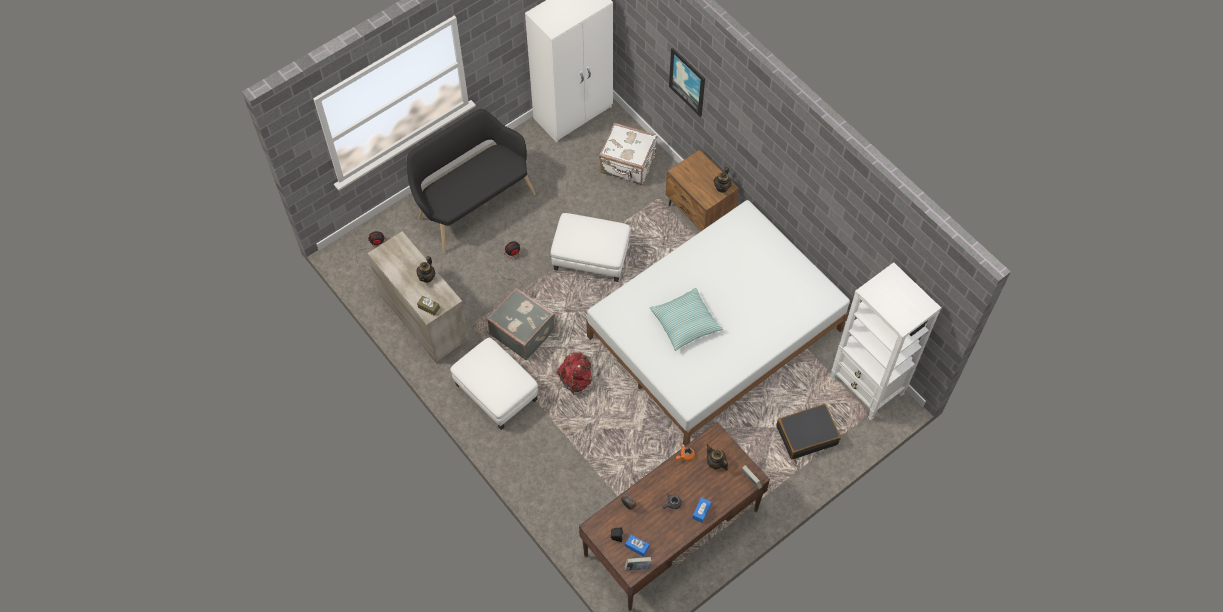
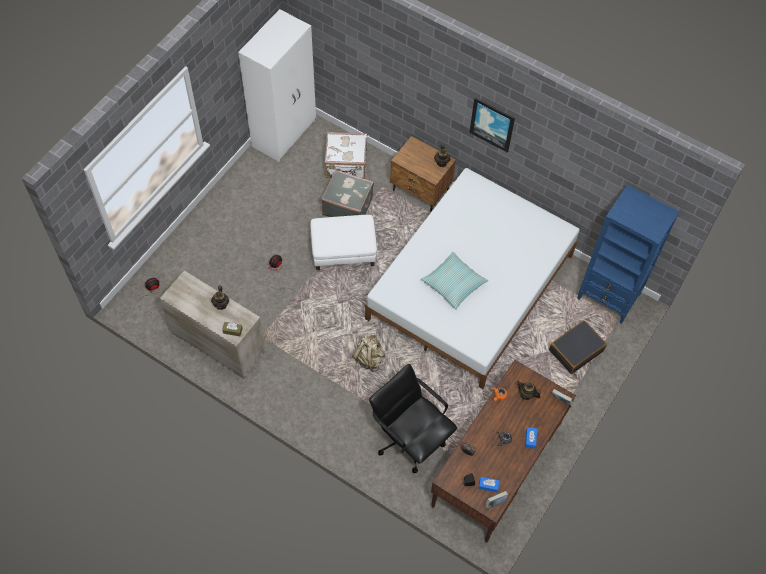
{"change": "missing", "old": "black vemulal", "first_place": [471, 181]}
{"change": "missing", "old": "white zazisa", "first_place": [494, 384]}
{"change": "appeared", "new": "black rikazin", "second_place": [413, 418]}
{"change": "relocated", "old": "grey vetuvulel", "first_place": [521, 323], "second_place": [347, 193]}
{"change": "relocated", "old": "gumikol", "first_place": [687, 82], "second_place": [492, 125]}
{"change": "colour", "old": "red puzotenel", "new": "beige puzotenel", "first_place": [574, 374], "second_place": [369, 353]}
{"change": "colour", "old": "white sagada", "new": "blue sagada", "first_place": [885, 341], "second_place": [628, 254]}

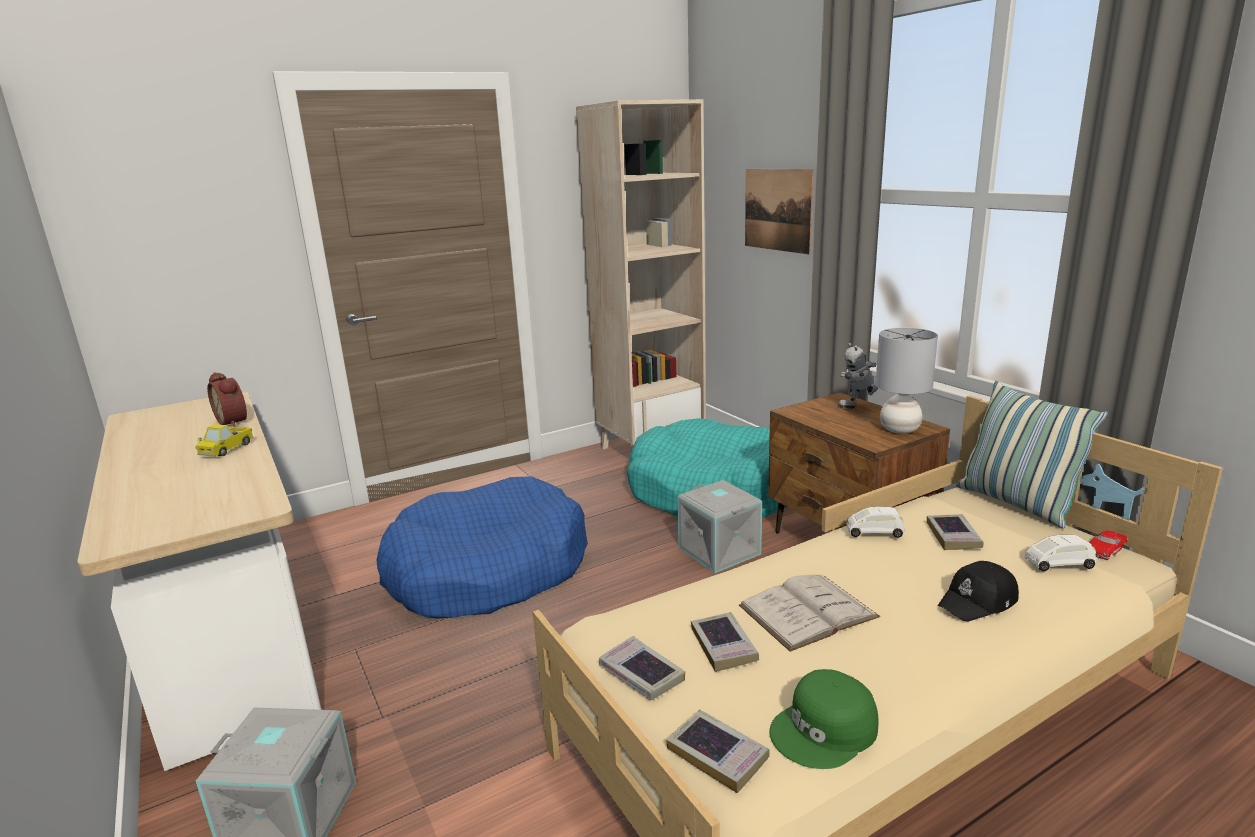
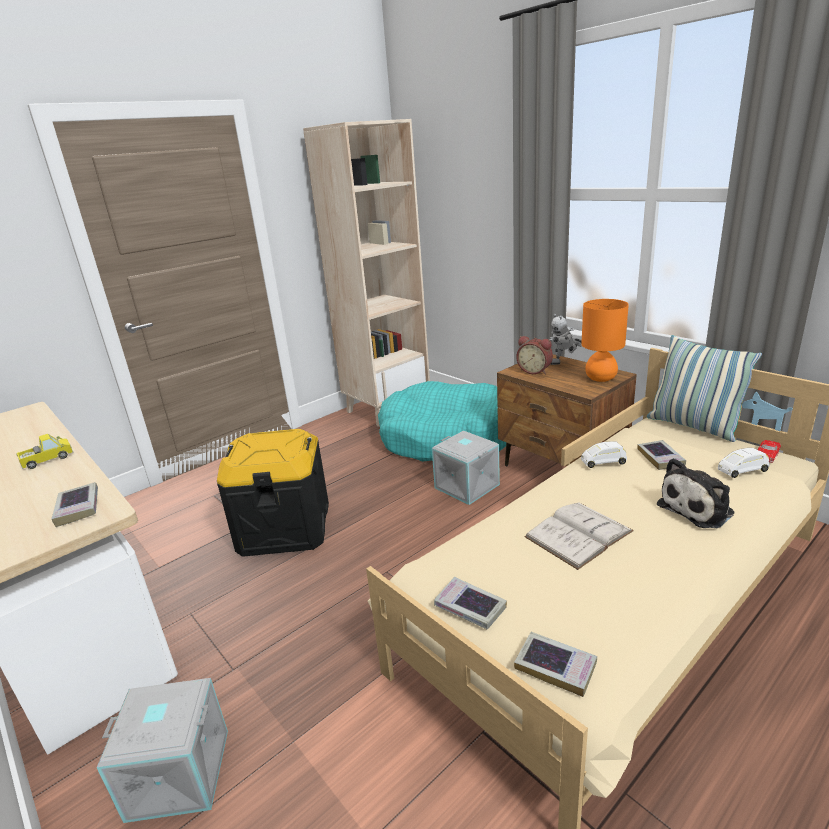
{"change": "missing", "old": "gumikol", "first_place": [779, 212]}
{"change": "missing", "old": "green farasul", "first_place": [824, 719]}
{"change": "relocated", "old": "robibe", "first_place": [227, 399], "second_place": [534, 355]}
{"change": "relocated", "old": "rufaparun", "first_place": [725, 642], "second_place": [74, 504]}
{"change": "exchanged", "old": "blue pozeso", "new": "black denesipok", "first_place": [482, 547], "second_place": [273, 493]}
{"change": "exchanged", "old": "black farasul", "new": "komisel", "first_place": [978, 591], "second_place": [695, 493]}
{"change": "colour", "old": "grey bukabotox", "new": "orange bukabotox", "first_place": [906, 381], "second_place": [605, 340]}
{"change": "spun", "old": "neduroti", "first_place": [224, 440], "second_place": [45, 451], "degrees": -135}

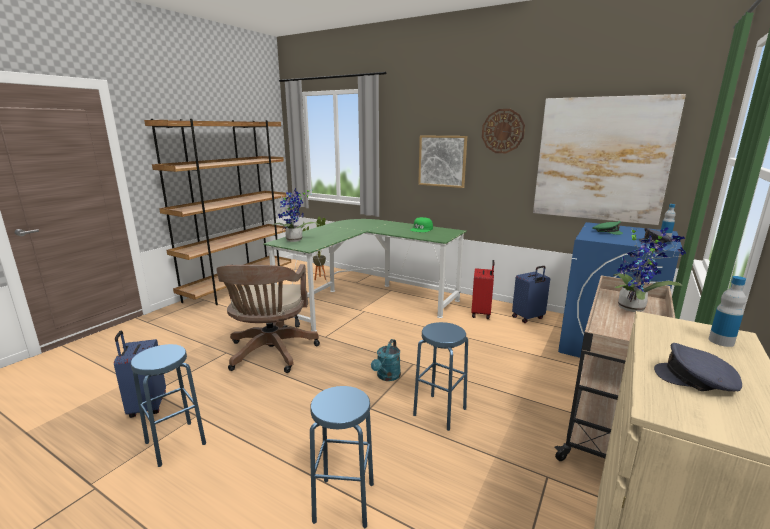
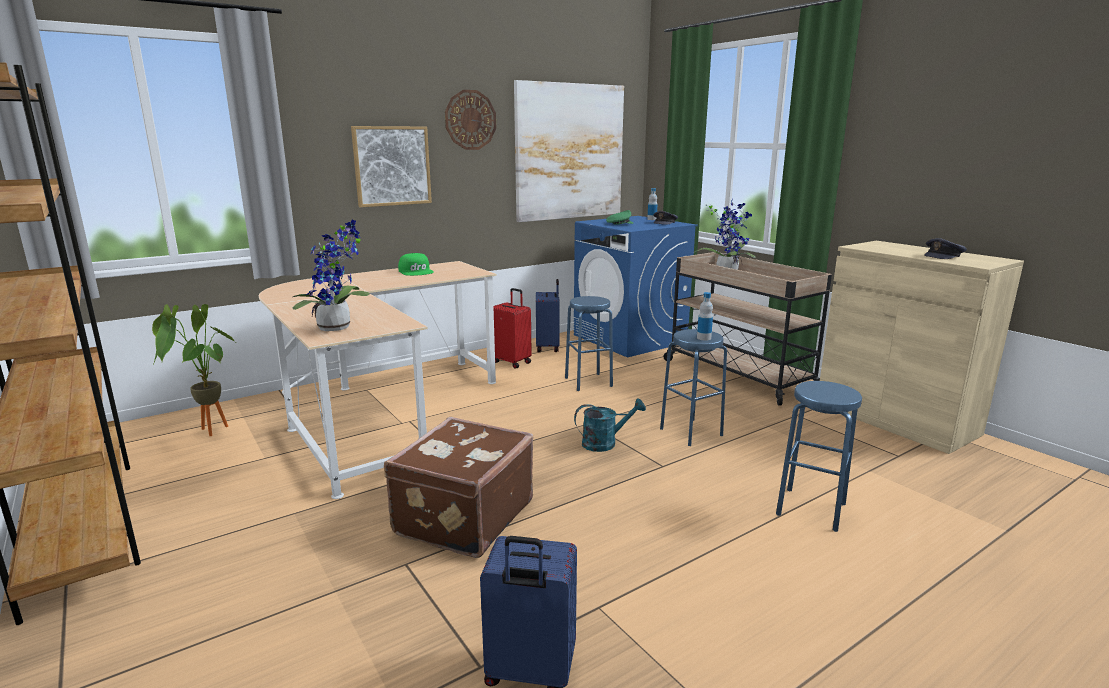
{"change": "relocated", "old": "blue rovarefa", "first_place": [168, 405], "second_place": [589, 343]}
{"change": "relocated", "old": "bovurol", "first_place": [727, 311], "second_place": [705, 316]}
{"change": "exchanged", "old": "brown rikazin", "new": "brown vetuvulel", "first_place": [268, 318], "second_place": [458, 487]}
{"change": "colour", "old": "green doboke", "new": "beige doboke", "first_place": [365, 275], "second_place": [378, 380]}
{"change": "spun", "old": "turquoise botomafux", "first_place": [386, 360], "second_place": [610, 425], "degrees": -60}

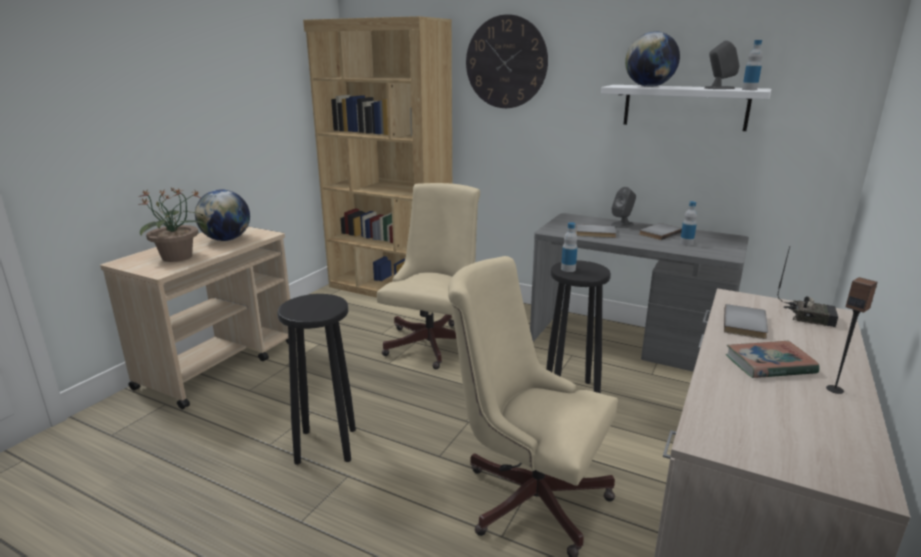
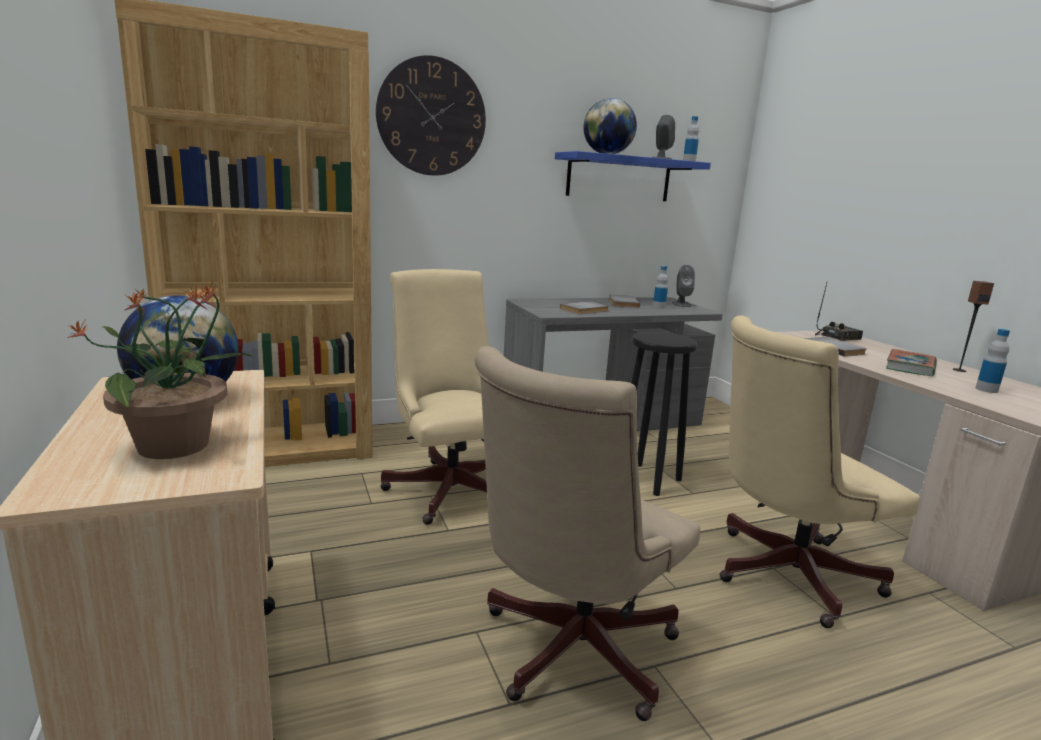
{"change": "relocated", "old": "bovurol", "first_place": [569, 247], "second_place": [993, 361]}
{"change": "relocated", "old": "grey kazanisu", "first_place": [623, 207], "second_place": [683, 286]}
{"change": "exchanged", "old": "black rovarefa", "new": "beige rikazin", "first_place": [316, 379], "second_place": [587, 533]}
{"change": "colour", "old": "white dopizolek", "new": "blue dopizolek", "first_place": [686, 108], "second_place": [633, 176]}

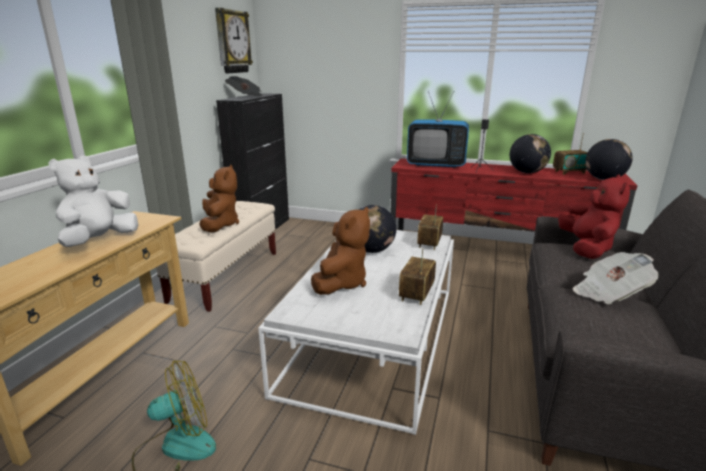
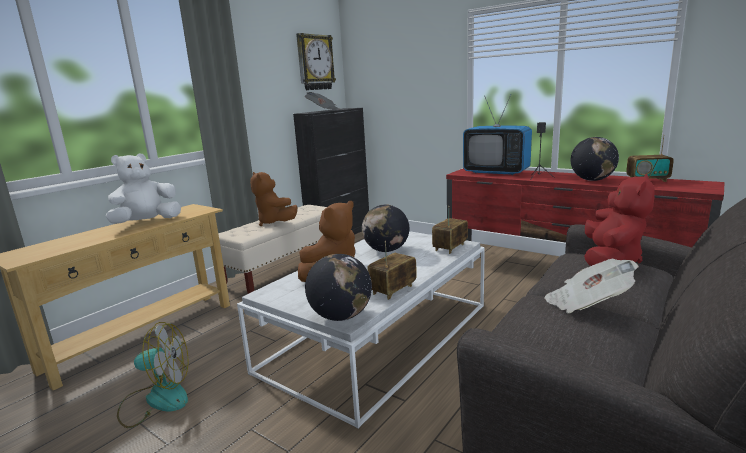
{"change": "relocated", "old": "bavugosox", "first_place": [609, 159], "second_place": [338, 287]}
{"change": "spun", "old": "brown komisel", "first_place": [219, 199], "second_place": [273, 199], "degrees": 135}

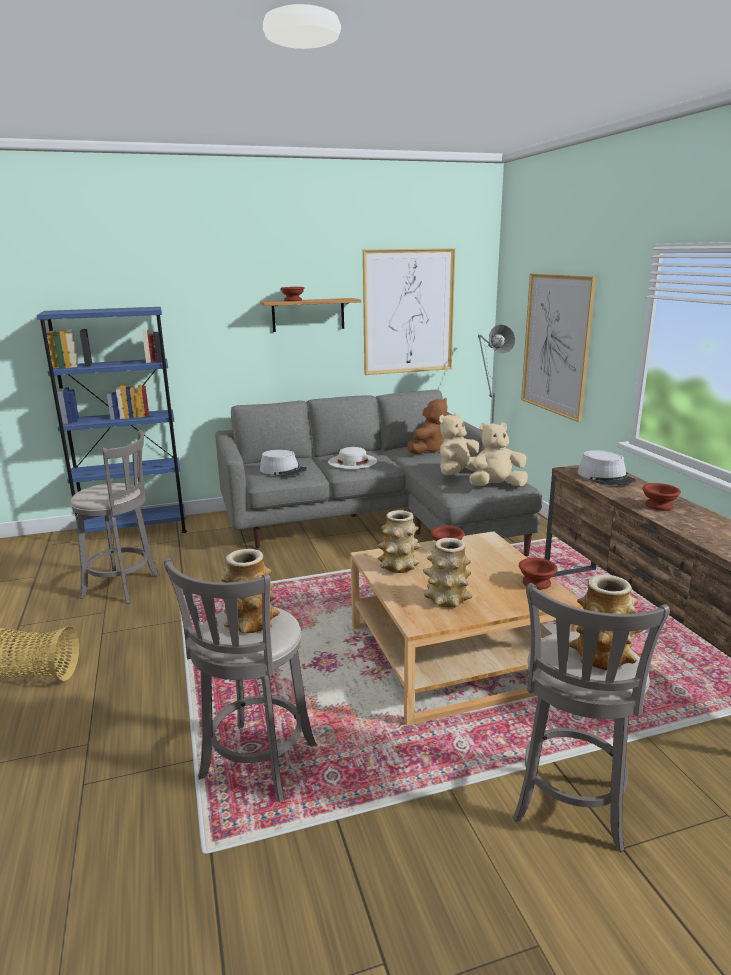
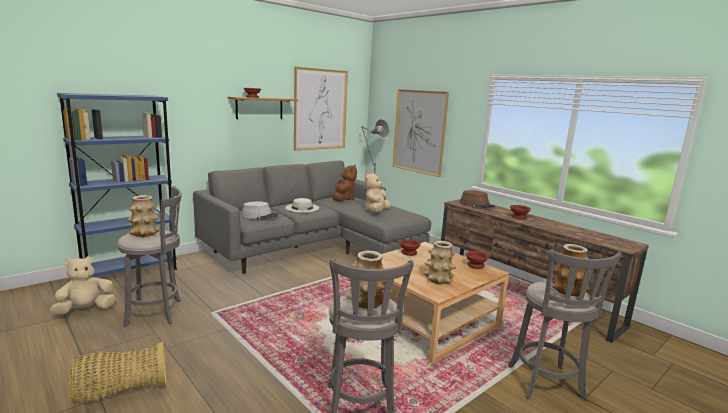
{"change": "relocated", "old": "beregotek", "first_place": [399, 541], "second_place": [143, 216]}
{"change": "relocated", "old": "beige komisel", "first_place": [498, 454], "second_place": [83, 285]}
{"change": "colour", "old": "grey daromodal", "new": "brown daromodal", "first_place": [607, 467], "second_place": [478, 199]}

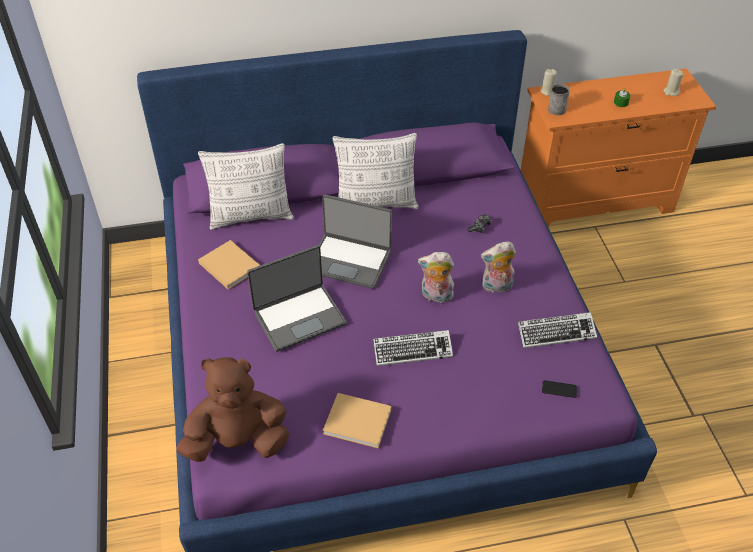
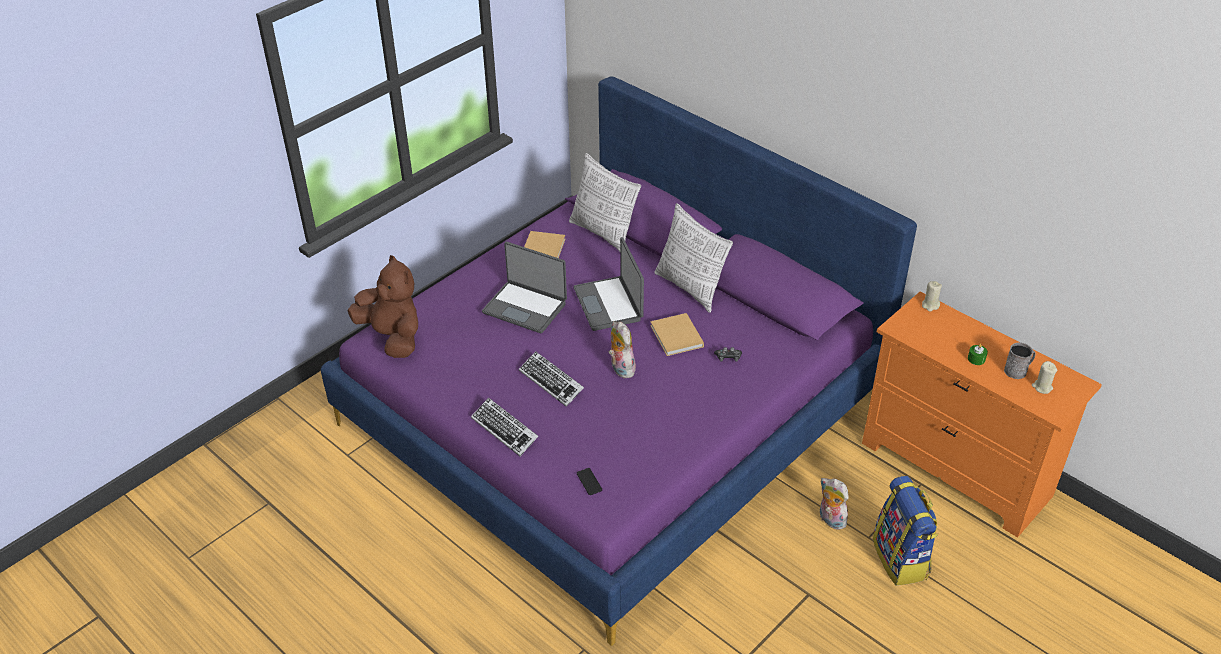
{"change": "appeared", "new": "puzotenel", "second_place": [906, 531]}
{"change": "relocated", "old": "beige rufaparun", "first_place": [357, 420], "second_place": [677, 334]}
{"change": "relocated", "old": "komisel", "first_place": [498, 266], "second_place": [835, 504]}
{"change": "relocated", "old": "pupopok", "first_place": [557, 330], "second_place": [505, 427]}
{"change": "relocated", "old": "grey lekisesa", "first_place": [559, 100], "second_place": [1020, 361]}

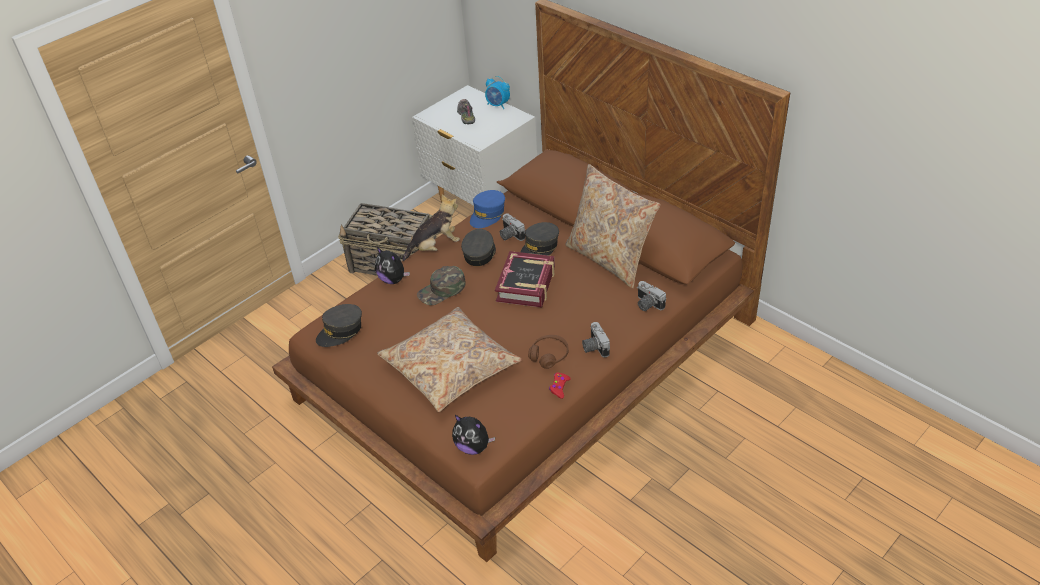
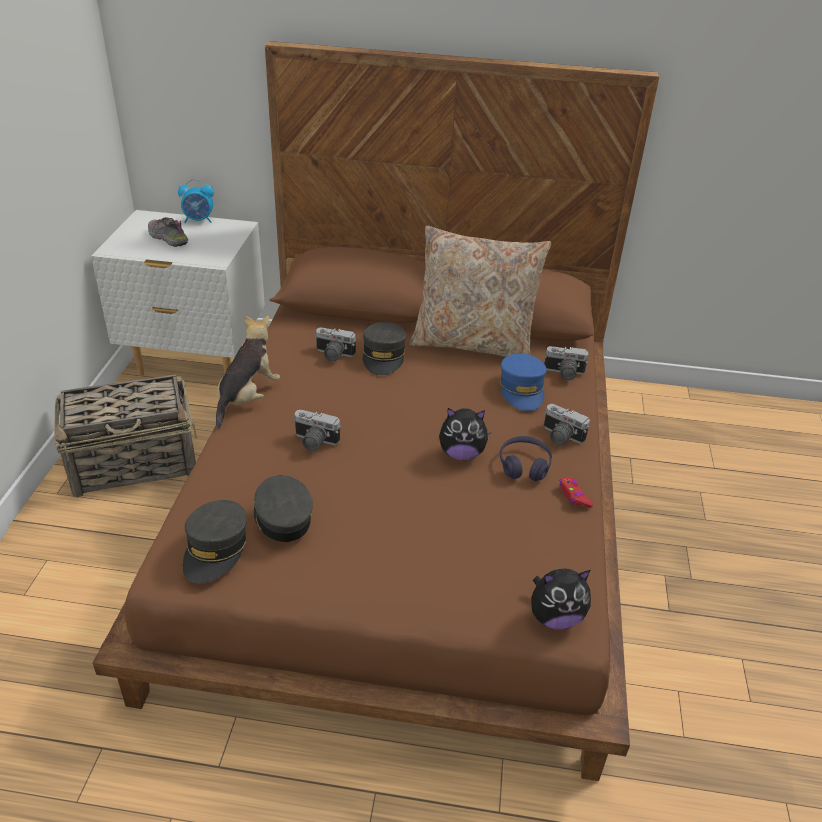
{"change": "missing", "old": "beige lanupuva", "first_place": [449, 359]}
{"change": "missing", "old": "rufaparun", "first_place": [525, 279]}
{"change": "relocated", "old": "komisel", "first_place": [392, 265], "second_place": [465, 434]}
{"change": "relocated", "old": "grey farasul", "first_place": [478, 247], "second_place": [283, 508]}
{"change": "relocated", "old": "blue farasul", "first_place": [487, 209], "second_place": [523, 382]}
{"change": "exchanged", "old": "green farasul", "new": "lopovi", "first_place": [441, 285], "second_place": [317, 430]}
{"change": "colour", "old": "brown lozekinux", "new": "purple lozekinux", "first_place": [548, 352], "second_place": [526, 458]}

